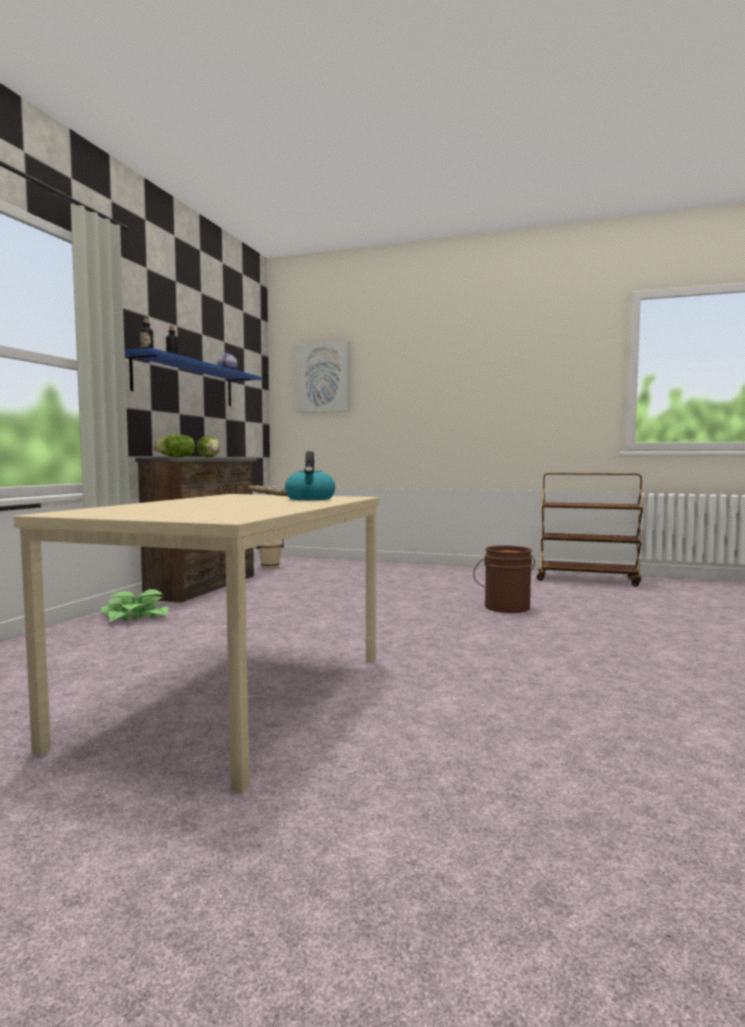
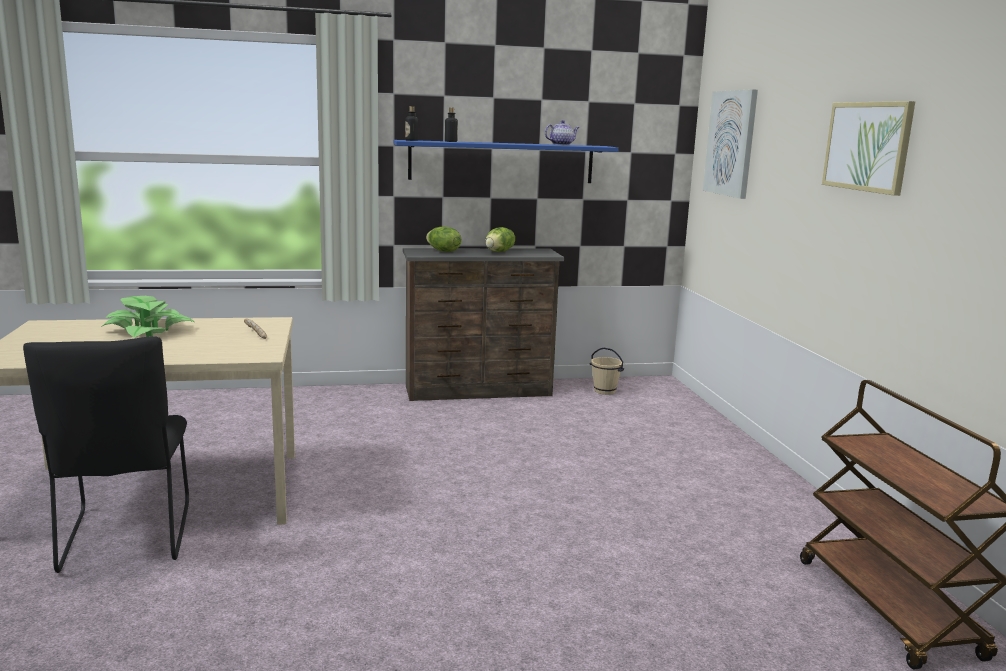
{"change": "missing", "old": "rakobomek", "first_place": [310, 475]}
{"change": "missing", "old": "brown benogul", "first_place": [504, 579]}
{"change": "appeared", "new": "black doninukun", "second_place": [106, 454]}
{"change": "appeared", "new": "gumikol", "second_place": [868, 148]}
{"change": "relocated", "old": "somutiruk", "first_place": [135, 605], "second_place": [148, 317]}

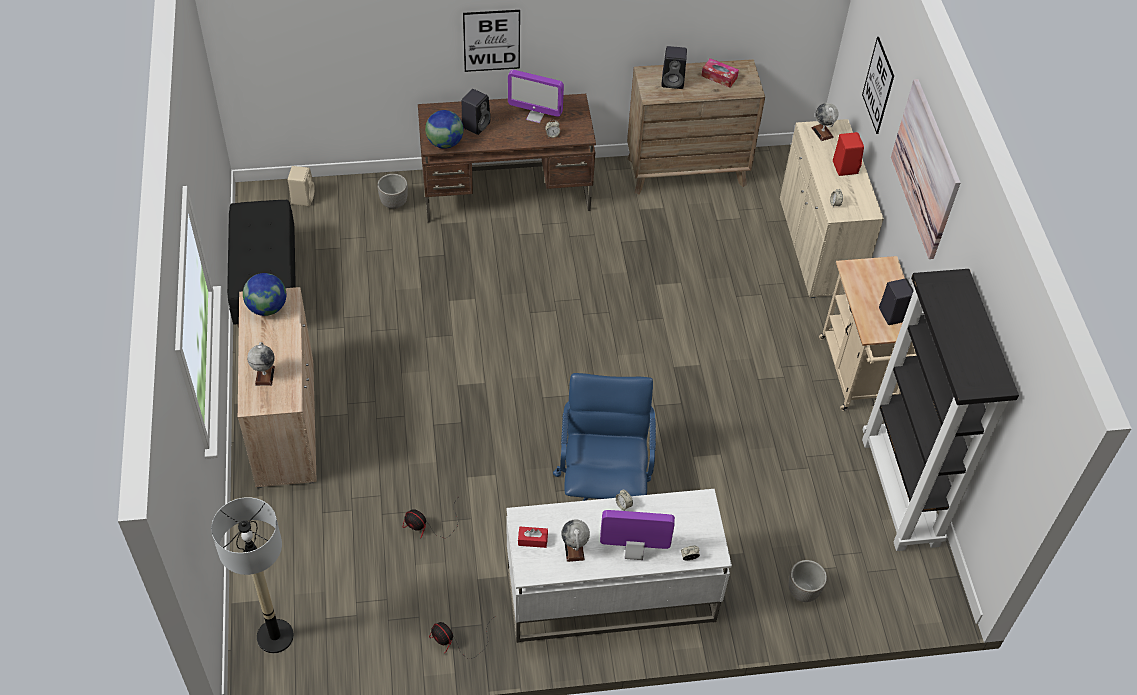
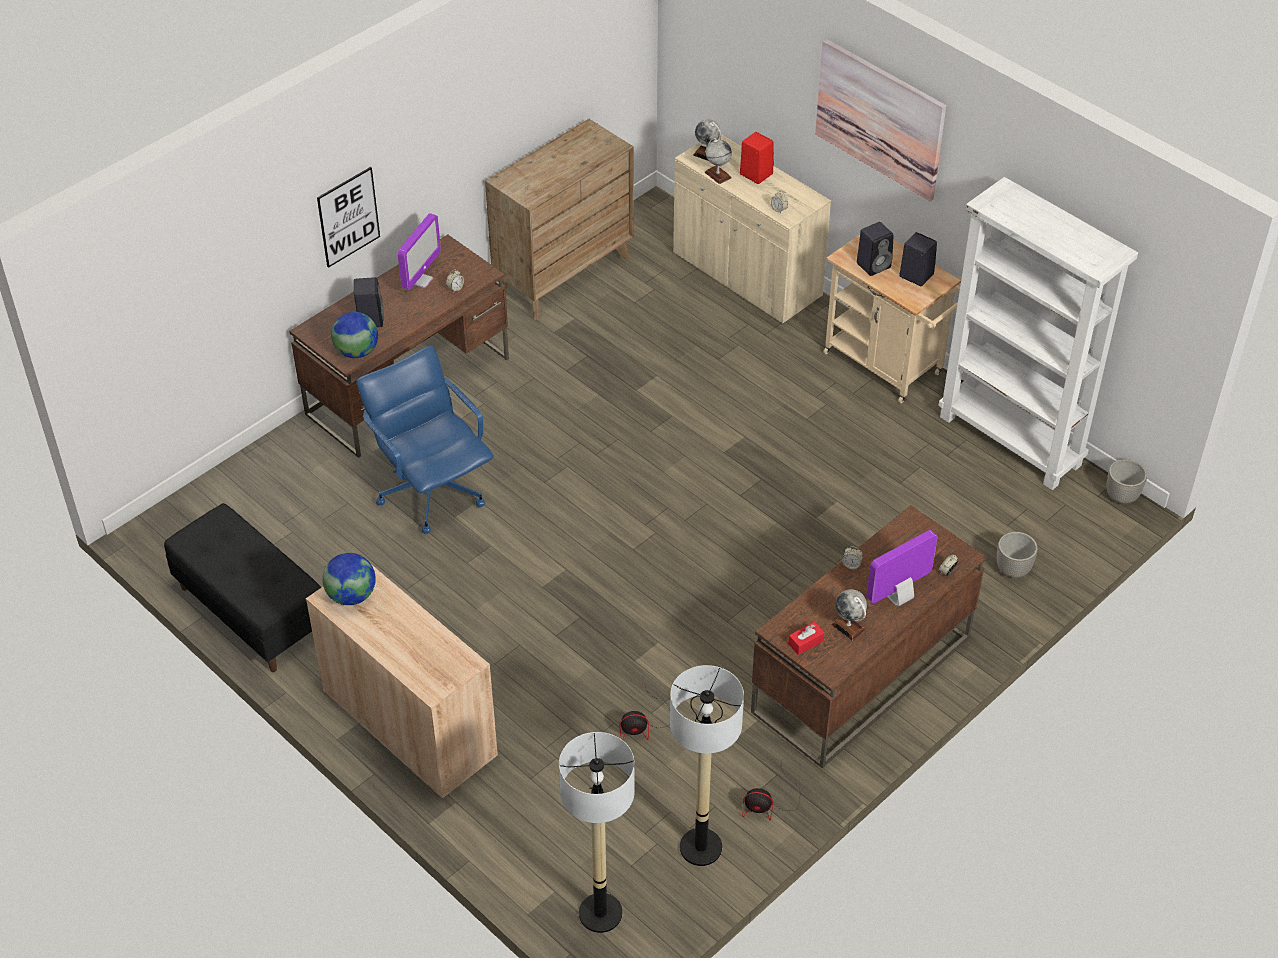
{"change": "missing", "old": "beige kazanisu", "first_place": [301, 186]}
{"change": "missing", "old": "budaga", "first_place": [720, 72]}
{"change": "missing", "old": "gumikol", "first_place": [878, 85]}
{"change": "appeared", "new": "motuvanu", "second_place": [707, 765]}
{"change": "relocated", "old": "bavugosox", "first_place": [261, 364], "second_place": [718, 161]}
{"change": "relocated", "old": "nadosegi", "first_place": [392, 191], "second_place": [1127, 481]}
{"change": "relocated", "old": "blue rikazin", "first_place": [604, 437], "second_place": [425, 440]}
{"change": "relocated", "old": "black kazanisu", "first_place": [674, 67], "second_place": [875, 249]}
{"change": "colour", "old": "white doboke", "new": "brown doboke", "first_place": [619, 566], "second_place": [868, 637]}
{"change": "colour", "old": "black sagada", "new": "white sagada", "first_place": [940, 410], "second_place": [1038, 333]}
{"change": "spun", "old": "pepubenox", "first_place": [536, 96], "second_place": [419, 251], "degrees": -45}

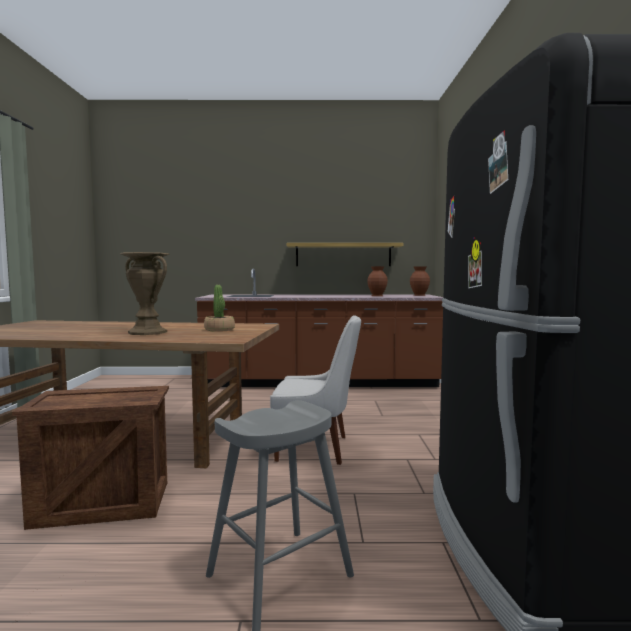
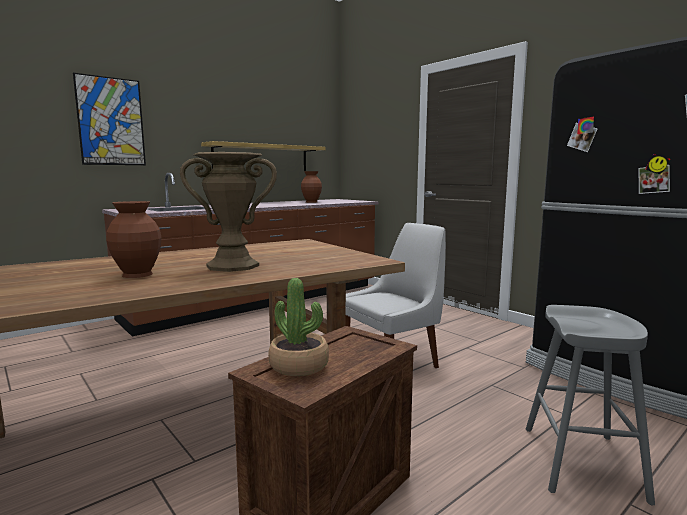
{"change": "appeared", "new": "gumikol", "second_place": [109, 119]}
{"change": "relocated", "old": "somutiruk", "first_place": [219, 308], "second_place": [298, 327]}
{"change": "relocated", "old": "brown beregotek", "first_place": [420, 281], "second_place": [134, 239]}

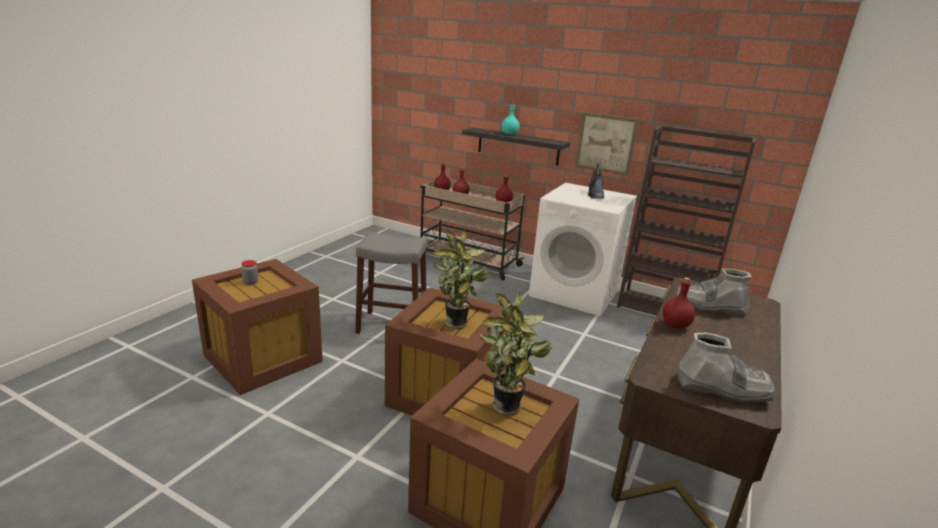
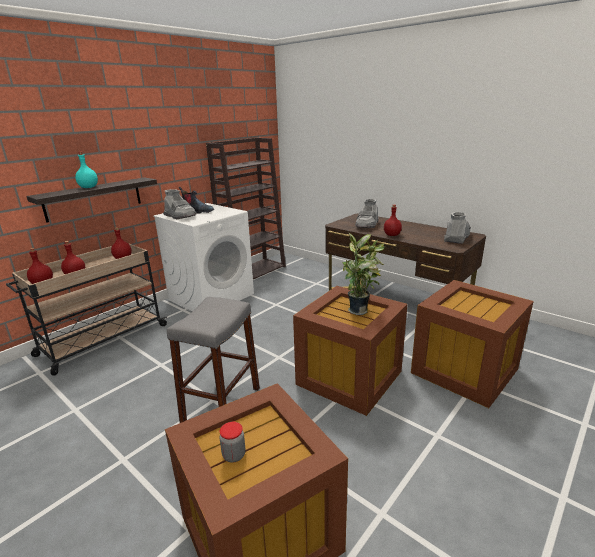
{"change": "missing", "old": "somutiruk", "first_place": [516, 354]}
{"change": "missing", "old": "gumikol", "first_place": [607, 144]}
{"change": "appeared", "new": "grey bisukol", "second_place": [180, 204]}

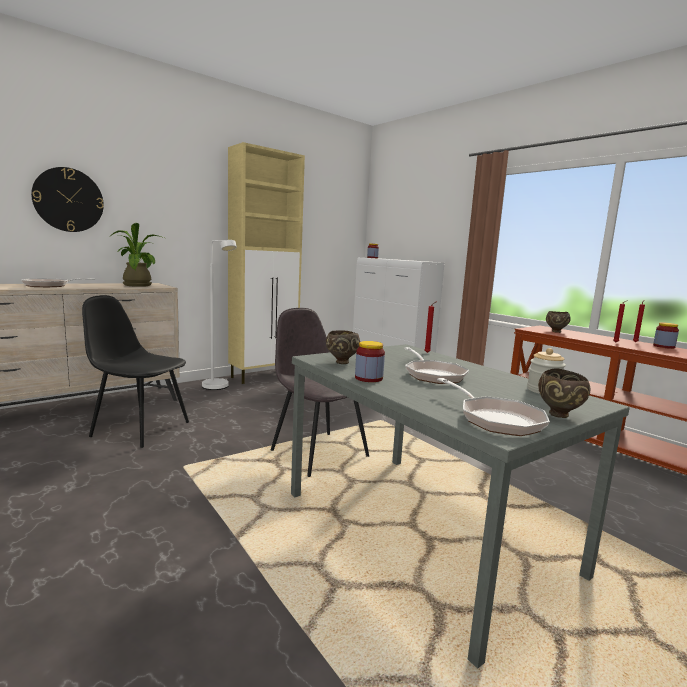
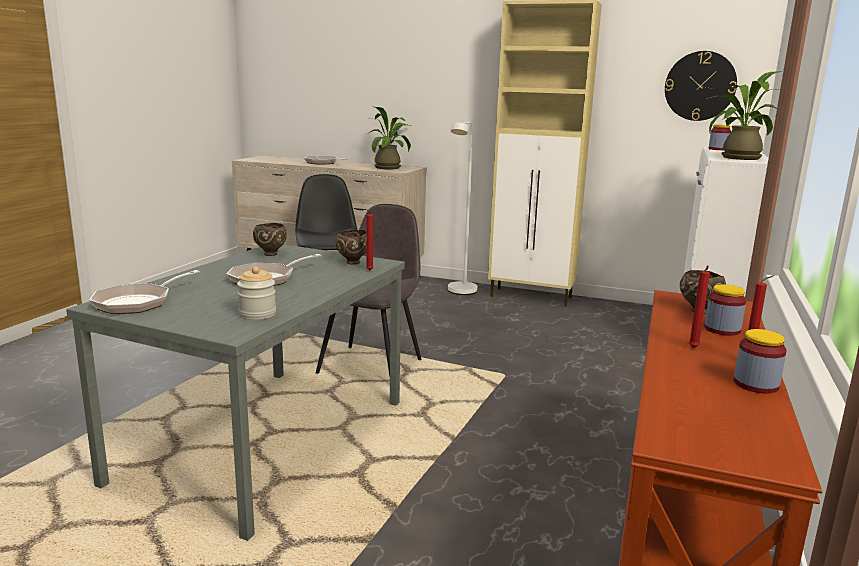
{"change": "appeared", "new": "somutiruk", "second_place": [744, 115]}
{"change": "relocated", "old": "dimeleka", "first_place": [67, 199], "second_place": [701, 86]}
{"change": "relocated", "old": "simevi", "first_place": [370, 361], "second_place": [725, 310]}
{"change": "relocated", "old": "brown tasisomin", "first_place": [564, 393], "second_place": [351, 247]}

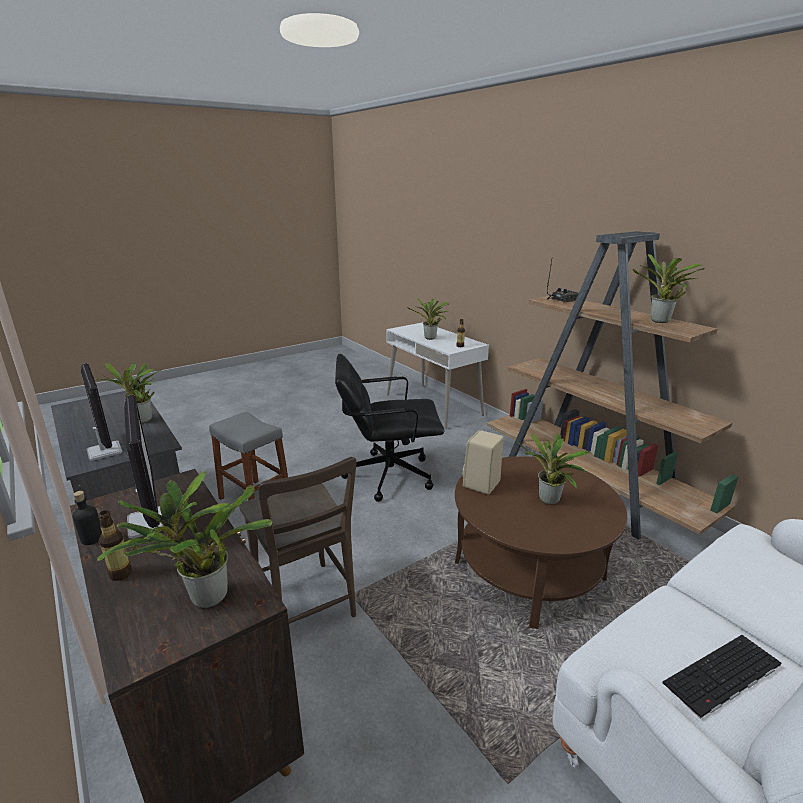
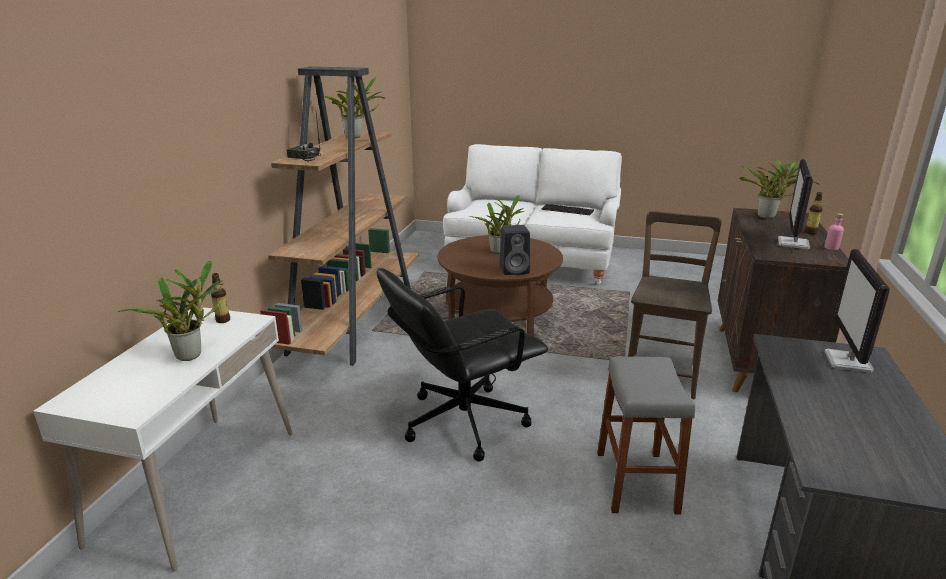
{"change": "missing", "old": "somutiruk", "first_place": [128, 393]}
{"change": "colour", "old": "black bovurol", "new": "pink bovurol", "first_place": [87, 518], "second_place": [834, 231]}
{"change": "colour", "old": "beige kazanisu", "new": "black kazanisu", "first_place": [483, 462], "second_place": [515, 250]}
{"change": "spun", "old": "black rikazin", "first_place": [389, 428], "second_place": [462, 365], "degrees": 105}

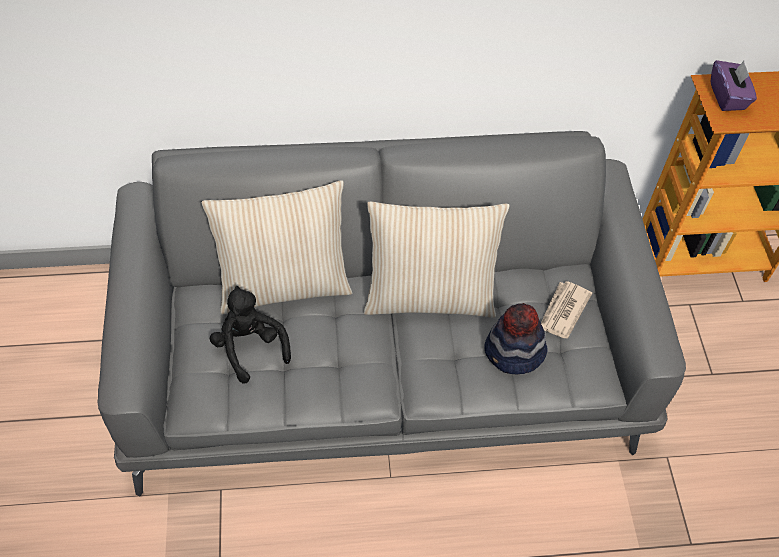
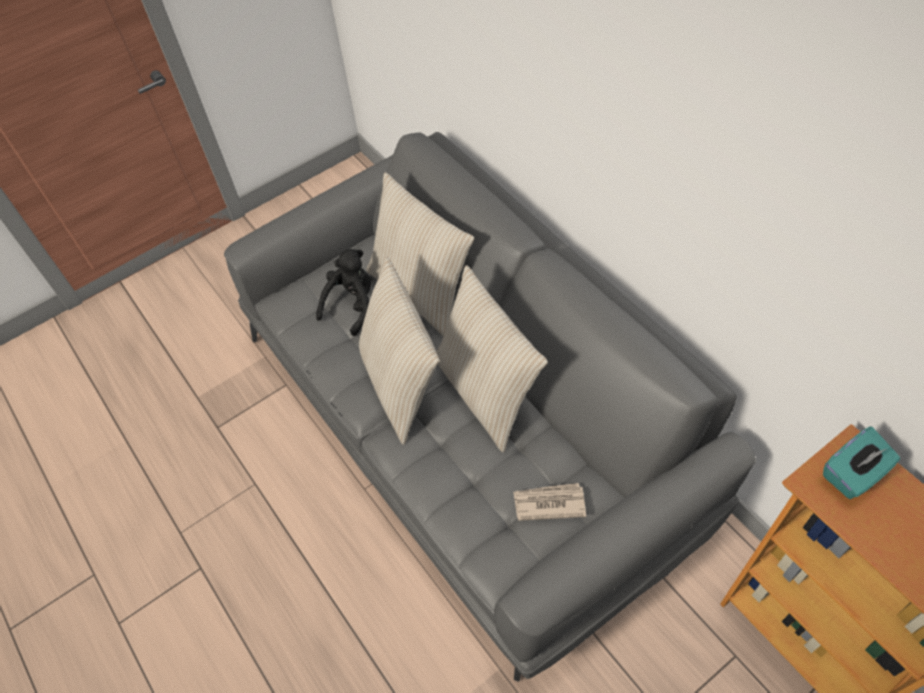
{"change": "missing", "old": "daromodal", "first_place": [516, 339]}
{"change": "appeared", "new": "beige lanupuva", "second_place": [399, 351]}
{"change": "colour", "old": "purple budaga", "new": "turquoise budaga", "first_place": [733, 85], "second_place": [861, 462]}

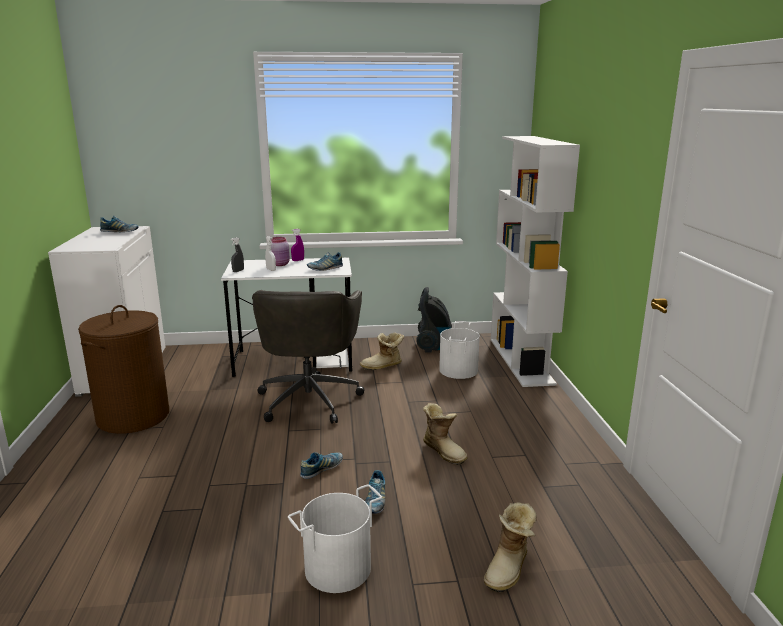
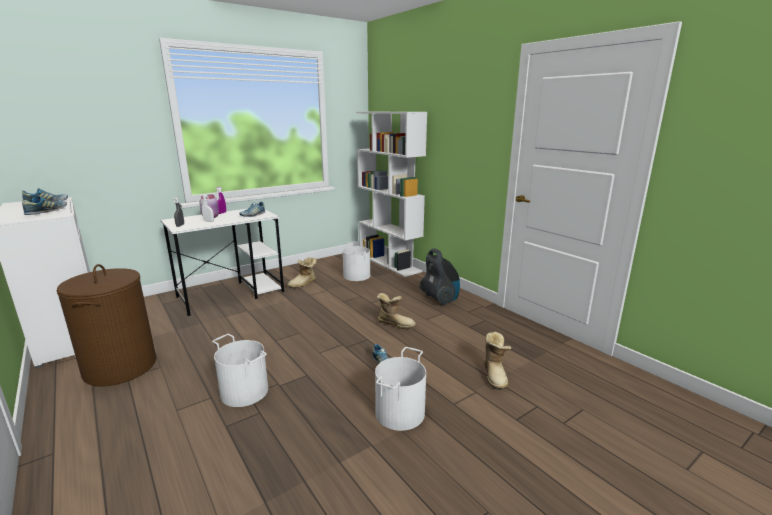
{"change": "missing", "old": "grey rikazin", "first_place": [308, 357]}
{"change": "appeared", "new": "white benogul", "second_place": [240, 370]}
{"change": "relocated", "old": "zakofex", "first_place": [321, 465], "second_place": [44, 205]}
{"change": "relocated", "old": "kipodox", "first_place": [434, 320], "second_place": [440, 277]}

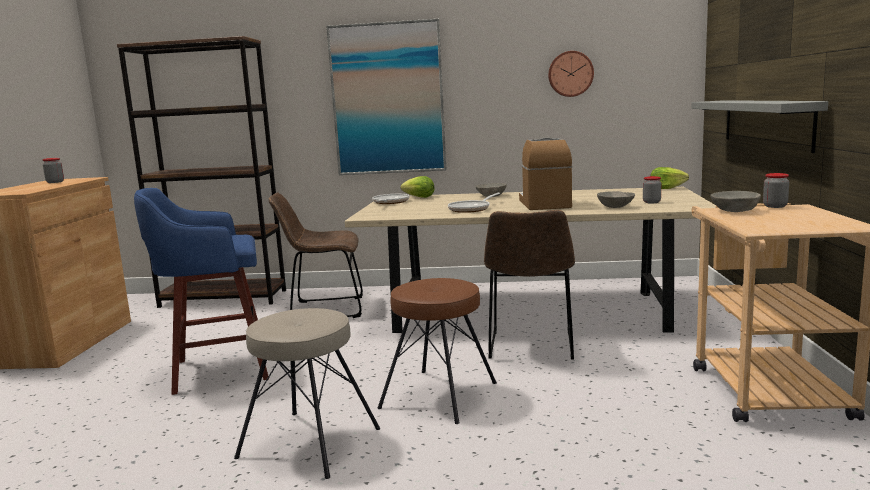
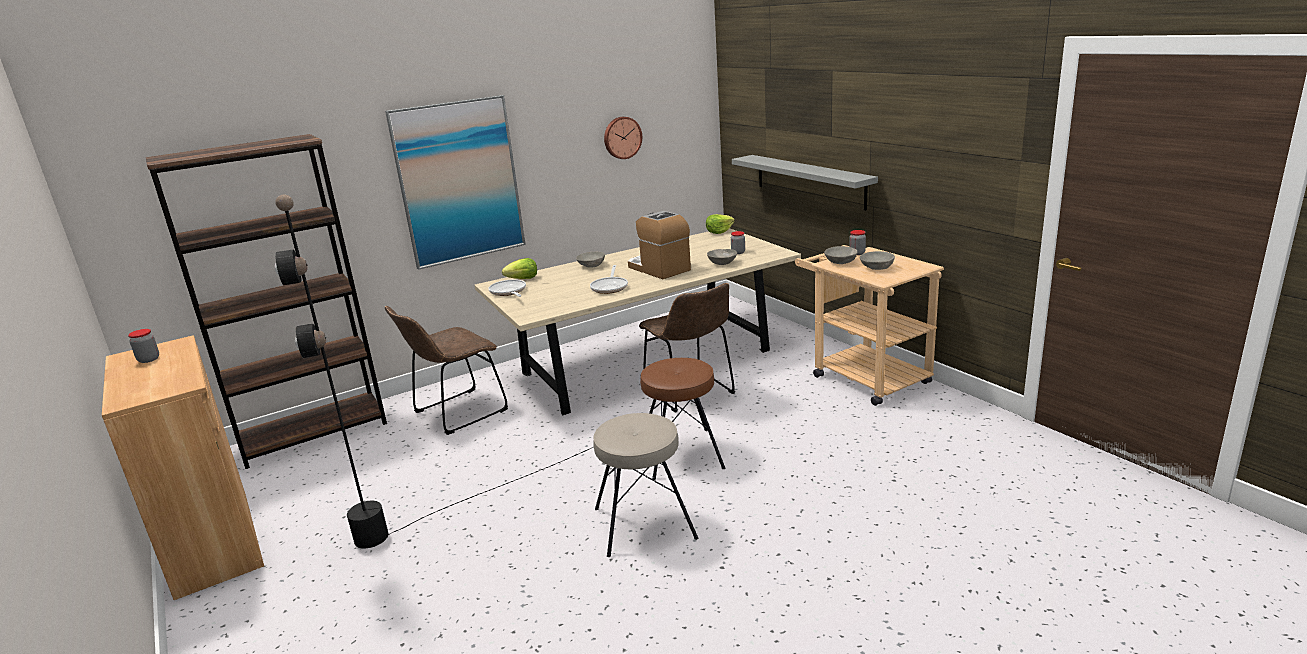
{"change": "appeared", "new": "grey tasisomin", "second_place": [877, 260]}
{"change": "exchanged", "old": "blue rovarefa", "new": "black motuvanu", "first_place": [201, 291], "second_place": [434, 371]}

